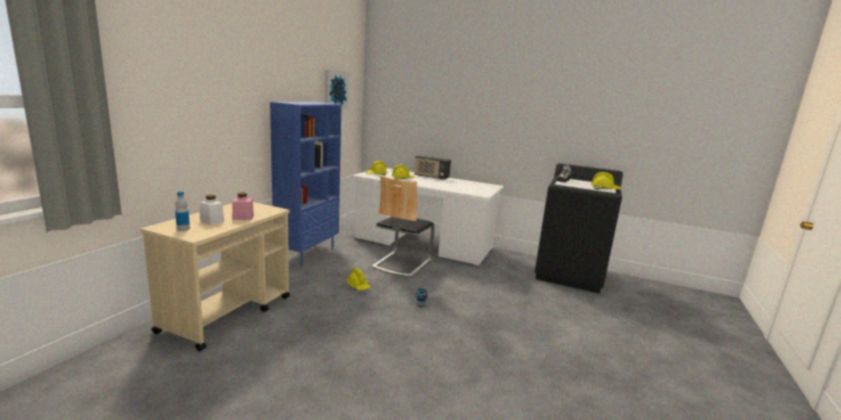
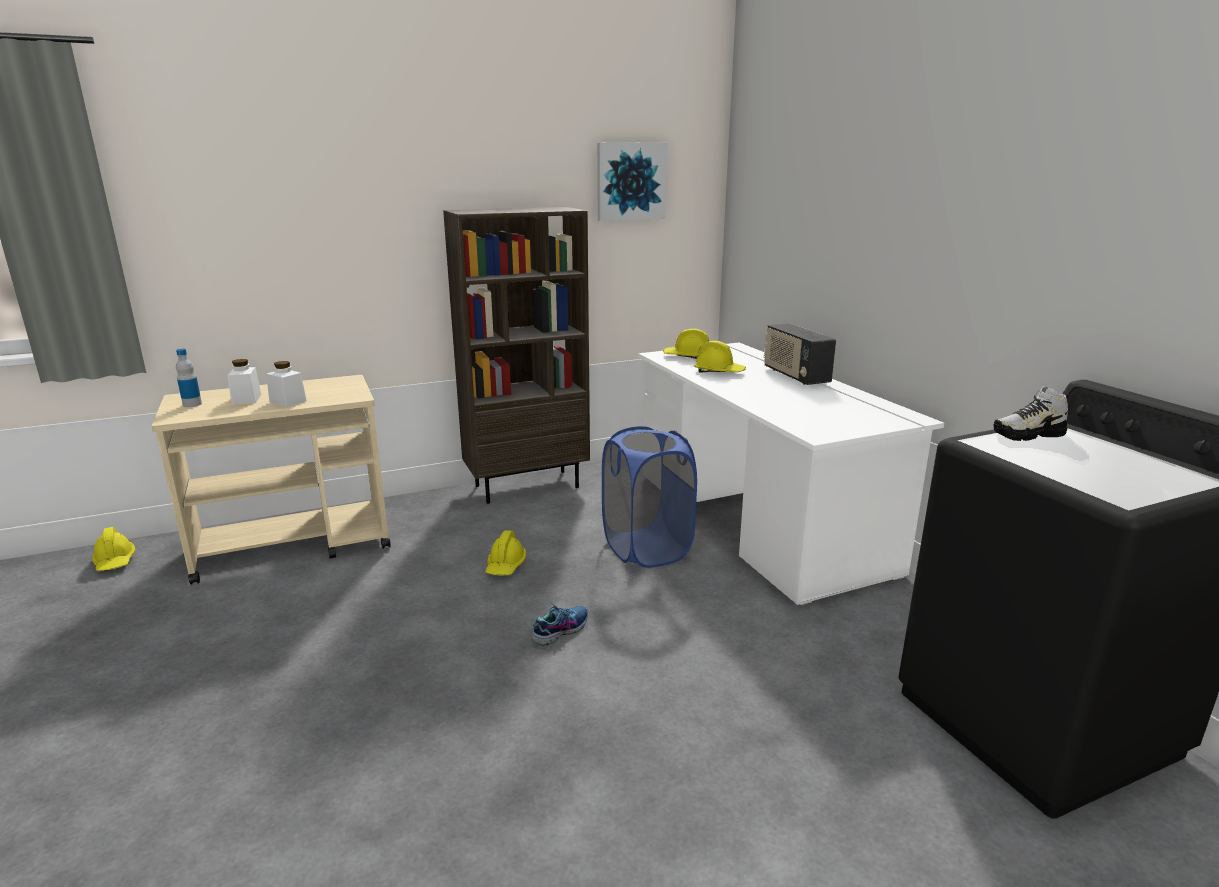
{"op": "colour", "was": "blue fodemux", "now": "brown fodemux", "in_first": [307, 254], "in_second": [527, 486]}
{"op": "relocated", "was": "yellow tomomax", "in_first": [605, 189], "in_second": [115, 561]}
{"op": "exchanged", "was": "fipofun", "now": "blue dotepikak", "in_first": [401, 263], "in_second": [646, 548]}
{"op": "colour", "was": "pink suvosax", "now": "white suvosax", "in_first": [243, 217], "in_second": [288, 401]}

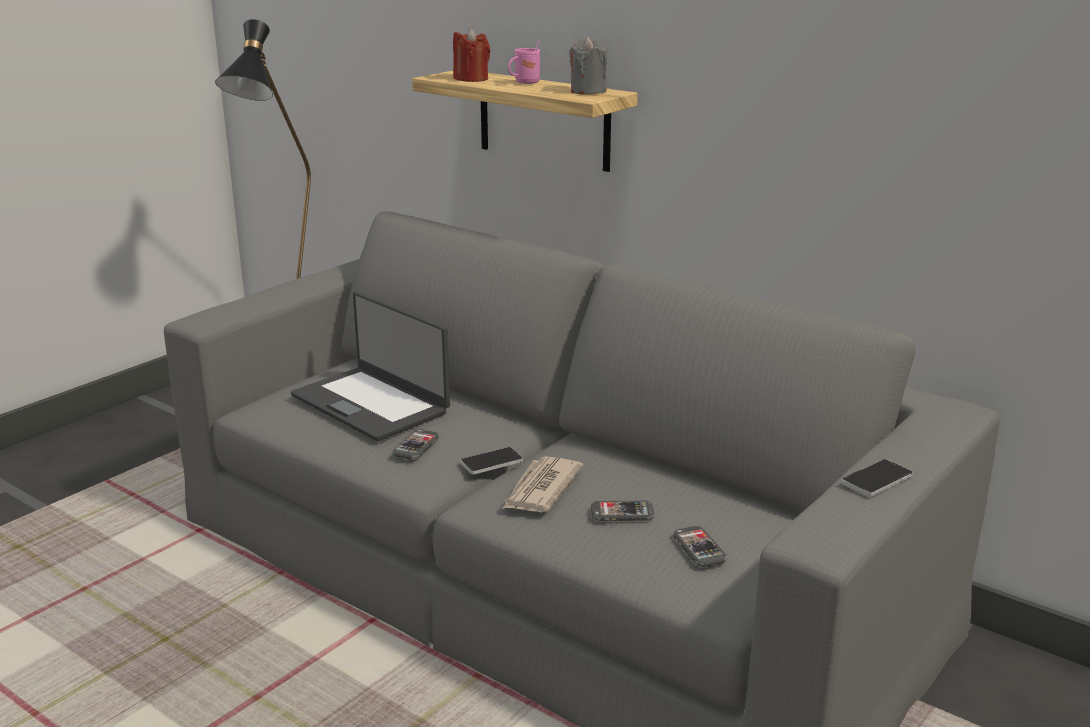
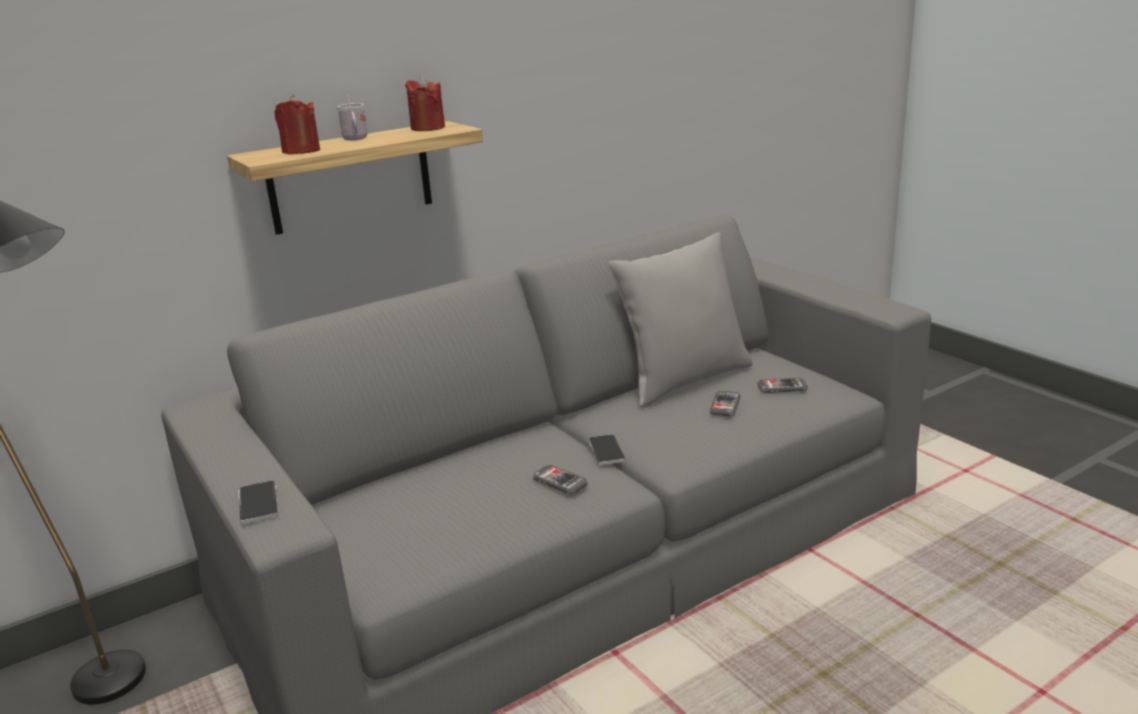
{"op": "colour", "was": "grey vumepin", "now": "red vumepin", "in_first": [588, 91], "in_second": [428, 128]}
{"op": "colour", "was": "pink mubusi", "now": "white mubusi", "in_first": [524, 83], "in_second": [355, 140]}
{"op": "missing", "was": "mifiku", "in_first": [371, 403]}
{"op": "missing", "was": "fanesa", "in_first": [540, 489]}
{"op": "relocated", "was": "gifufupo", "in_first": [877, 480], "in_second": [258, 504]}
{"op": "appeared", "now": "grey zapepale", "in_second": [684, 380]}

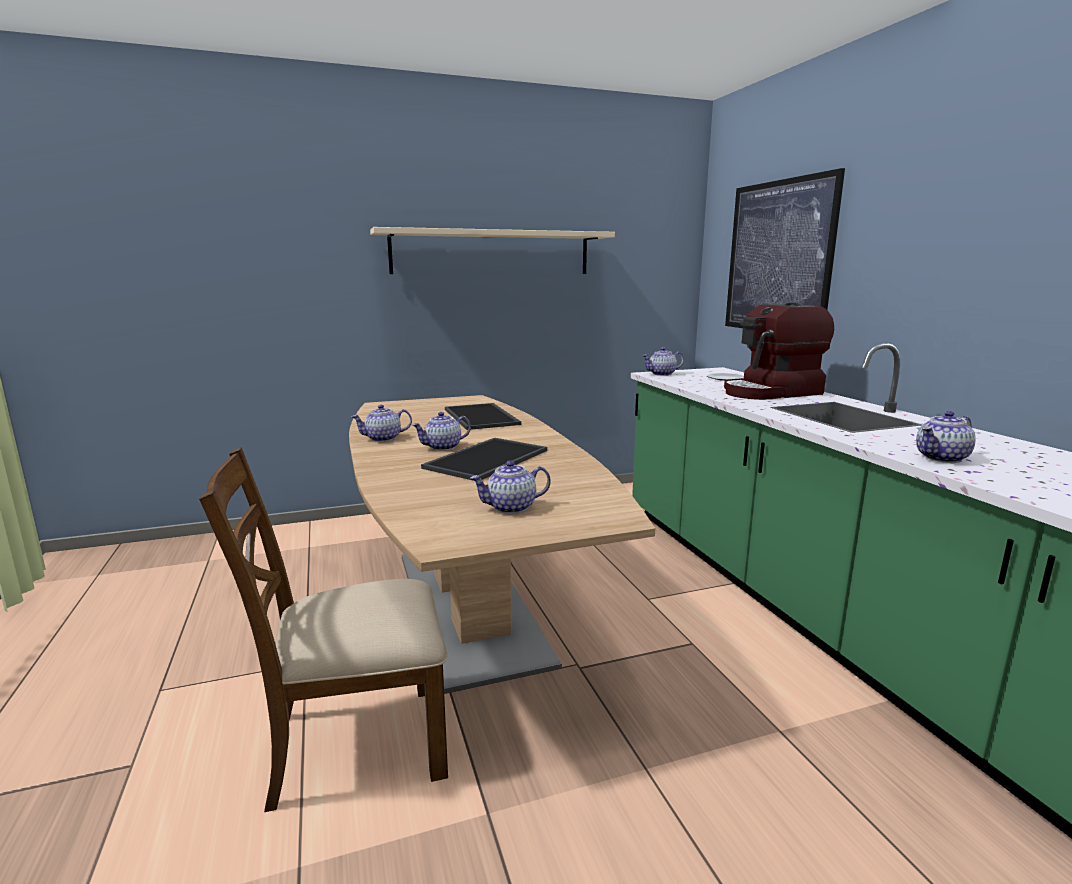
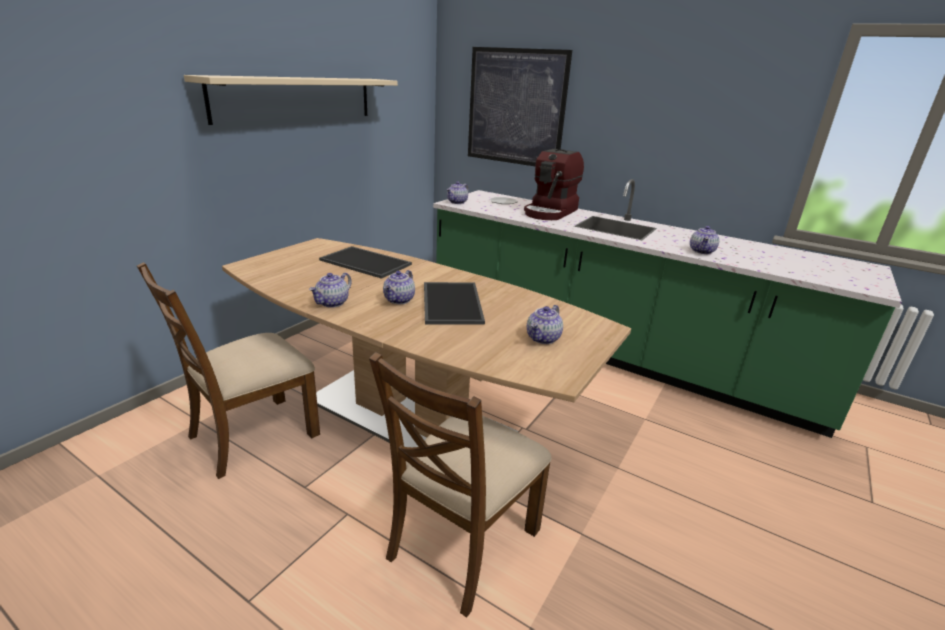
{"op": "appeared", "now": "brown fipofun", "in_second": [252, 435]}

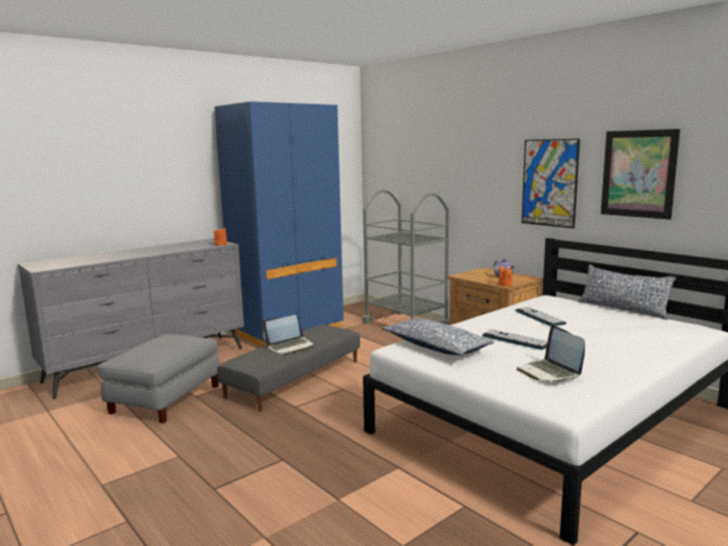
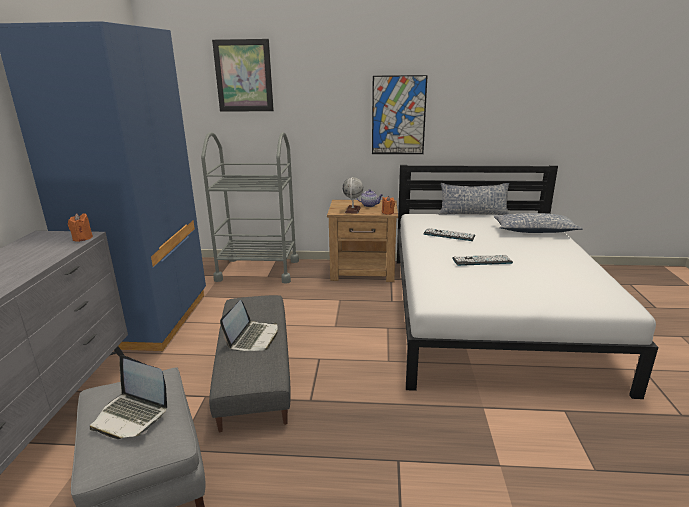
{"op": "relocated", "was": "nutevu", "in_first": [638, 174], "in_second": [243, 76]}
{"op": "relocated", "was": "zapepale", "in_first": [436, 347], "in_second": [534, 231]}
{"op": "relocated", "was": "mifiku", "in_first": [549, 372], "in_second": [131, 415]}
{"op": "appeared", "now": "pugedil", "in_second": [352, 210]}

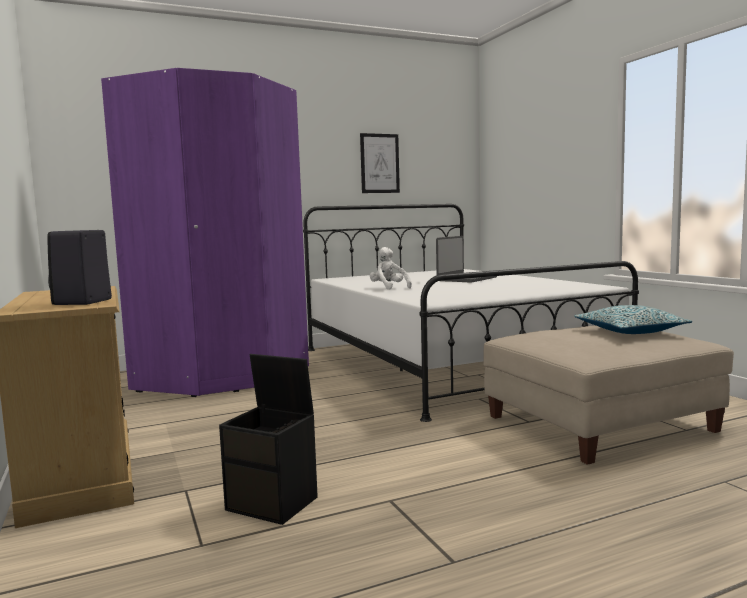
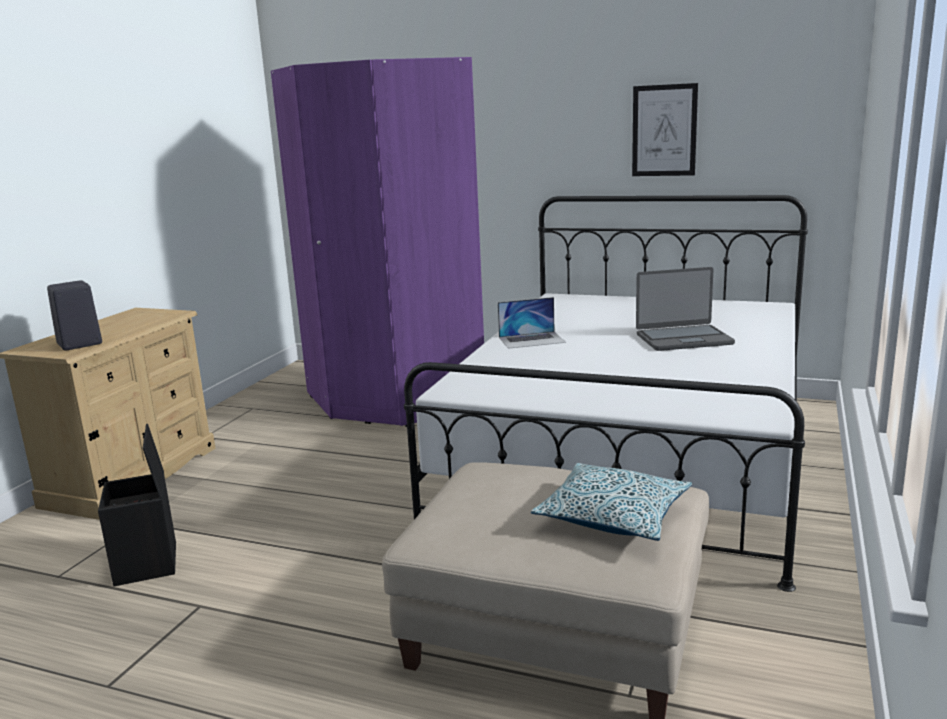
{"op": "exchanged", "was": "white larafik", "now": "mifiku", "in_first": [389, 288], "in_second": [532, 340]}

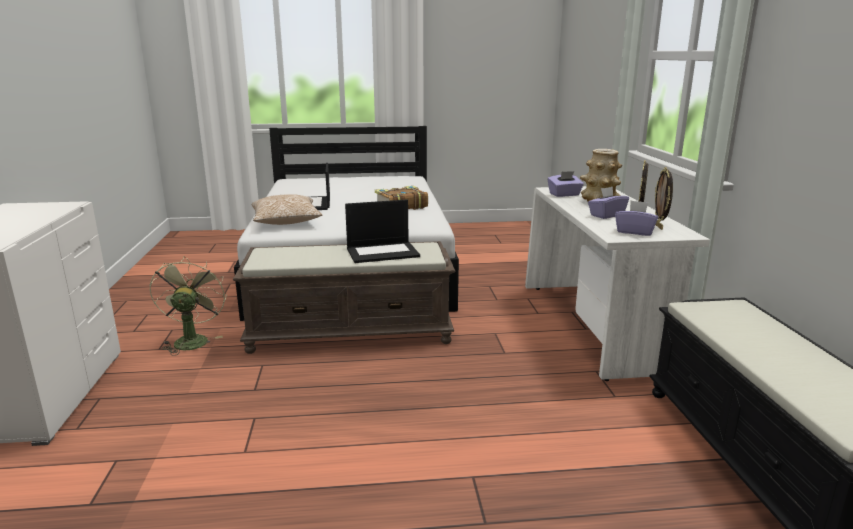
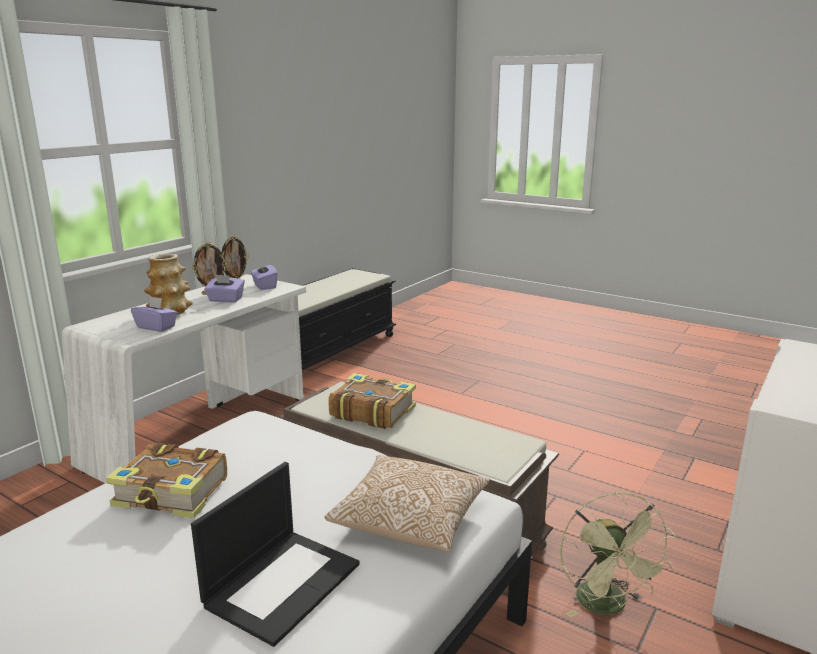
{"op": "exchanged", "was": "mifiku", "now": "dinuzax", "in_first": [383, 252], "in_second": [372, 411]}
{"op": "spun", "was": "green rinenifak", "in_first": [192, 340], "in_second": [607, 606], "clockwise": -45}

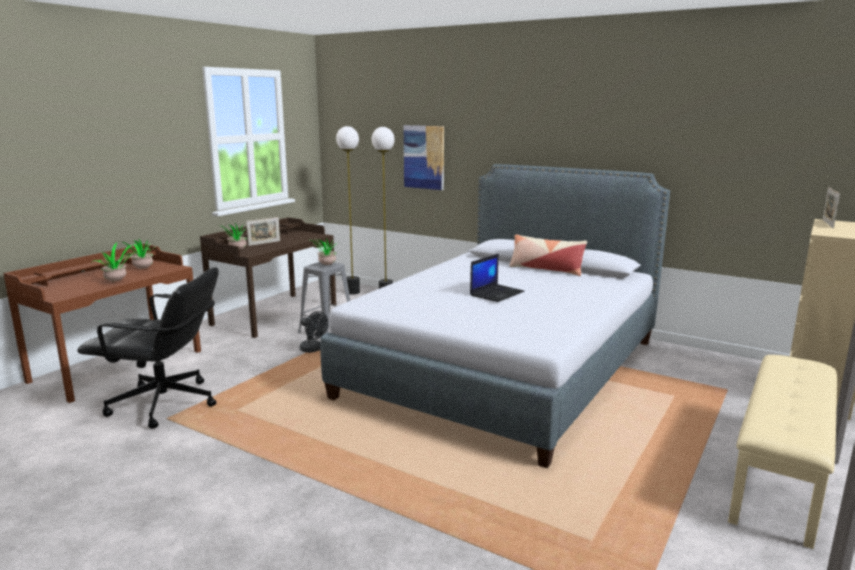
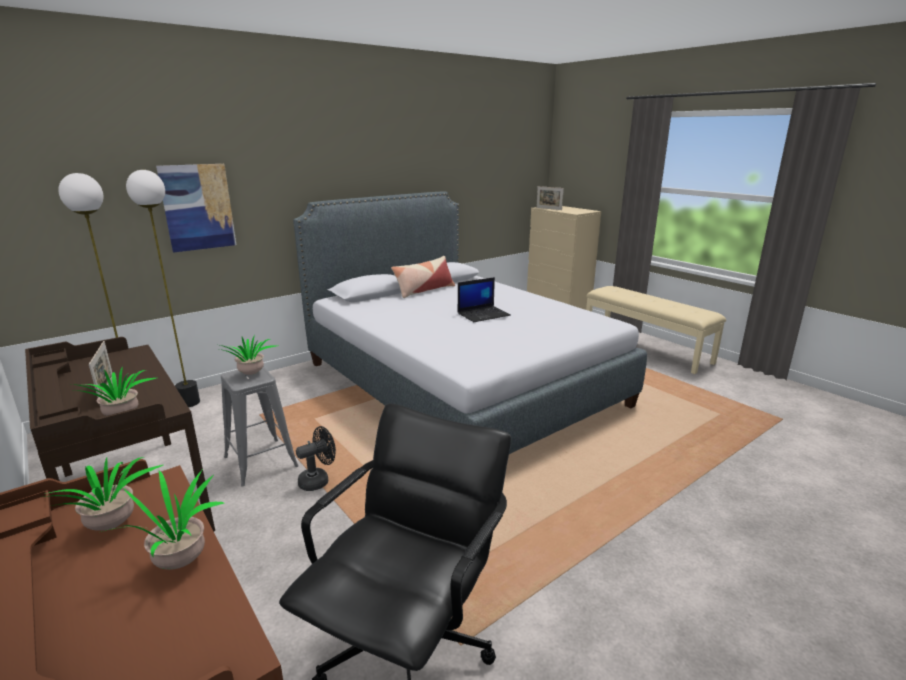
{"op": "spun", "was": "mifiku", "in_first": [497, 293], "in_second": [483, 314], "clockwise": 90}

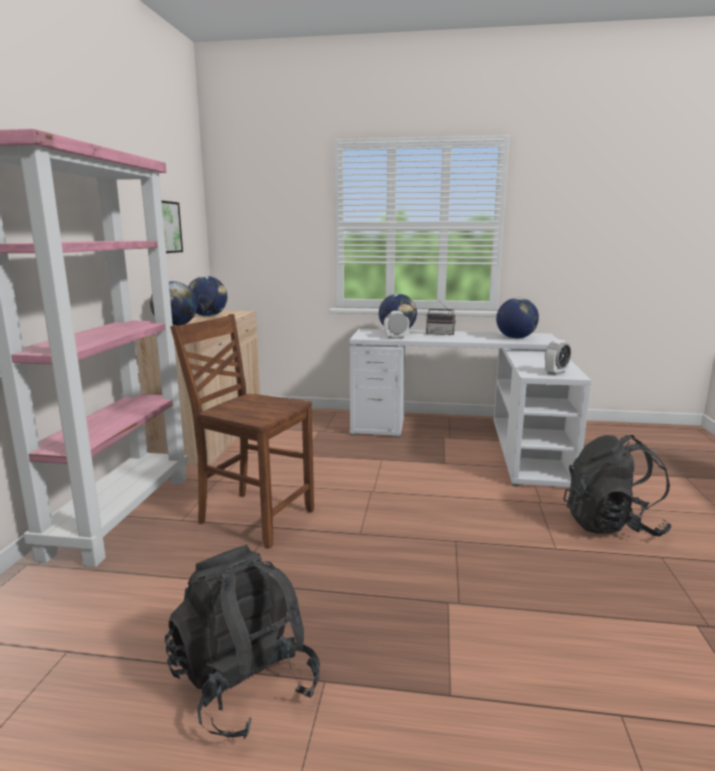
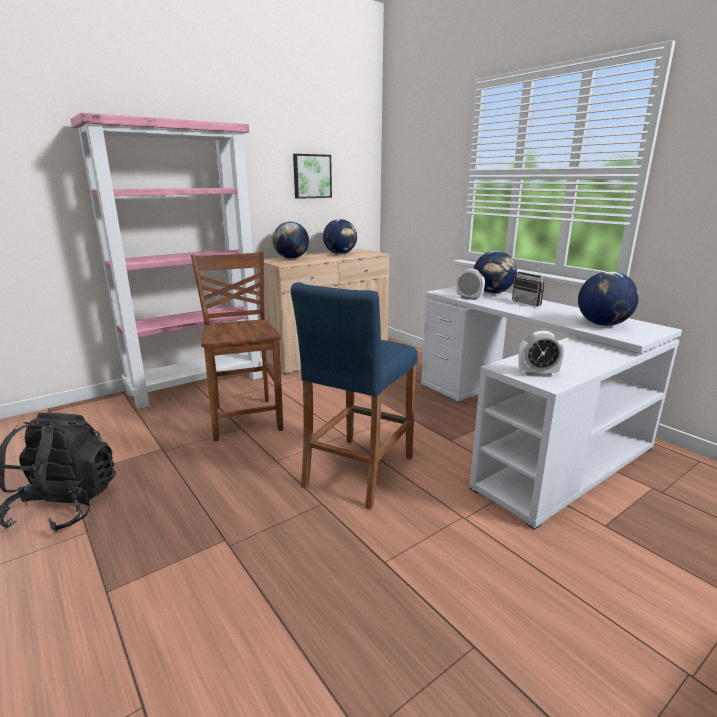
{"op": "missing", "was": "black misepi", "in_first": [611, 525]}
{"op": "appeared", "now": "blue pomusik", "in_second": [358, 471]}

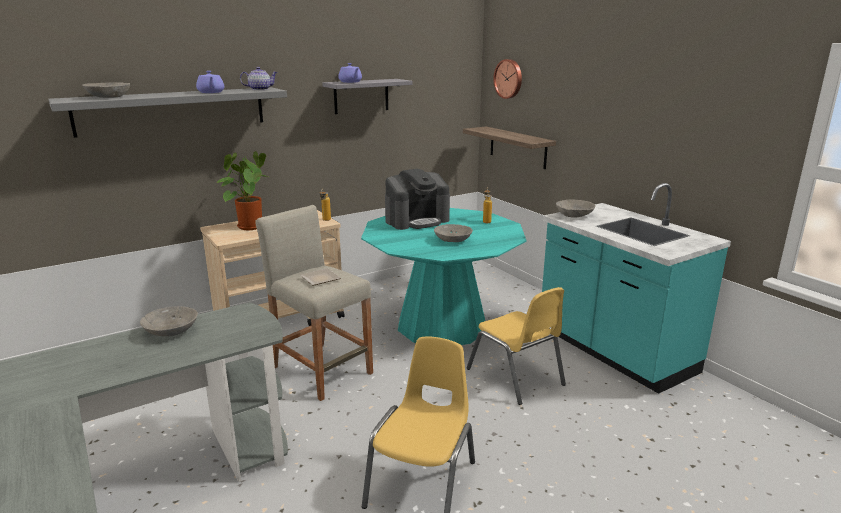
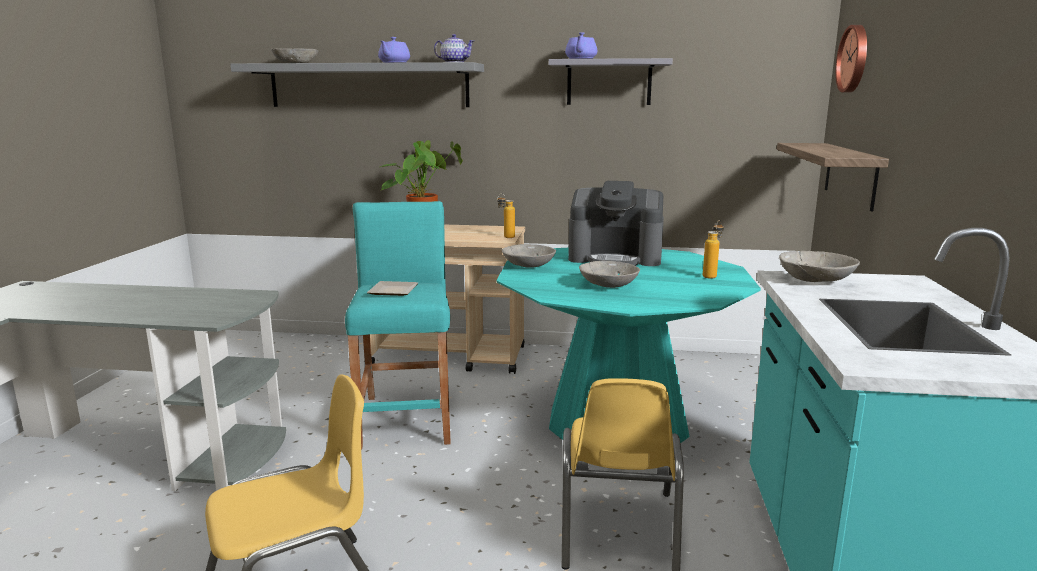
{"op": "colour", "was": "beige pomusik", "now": "turquoise pomusik", "in_first": [321, 370], "in_second": [406, 419]}
{"op": "relocated", "was": "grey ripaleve", "in_first": [172, 331], "in_second": [529, 266]}

